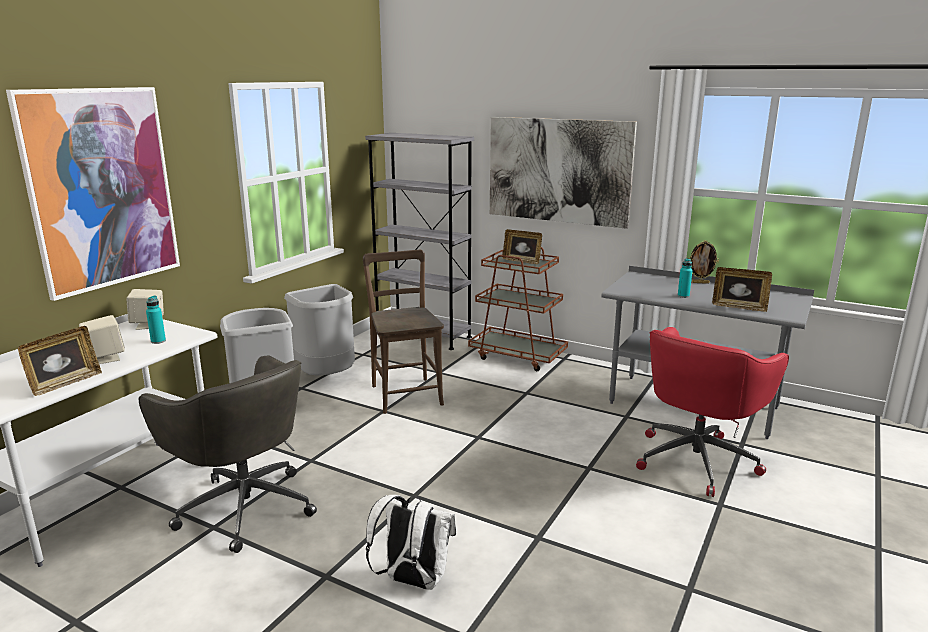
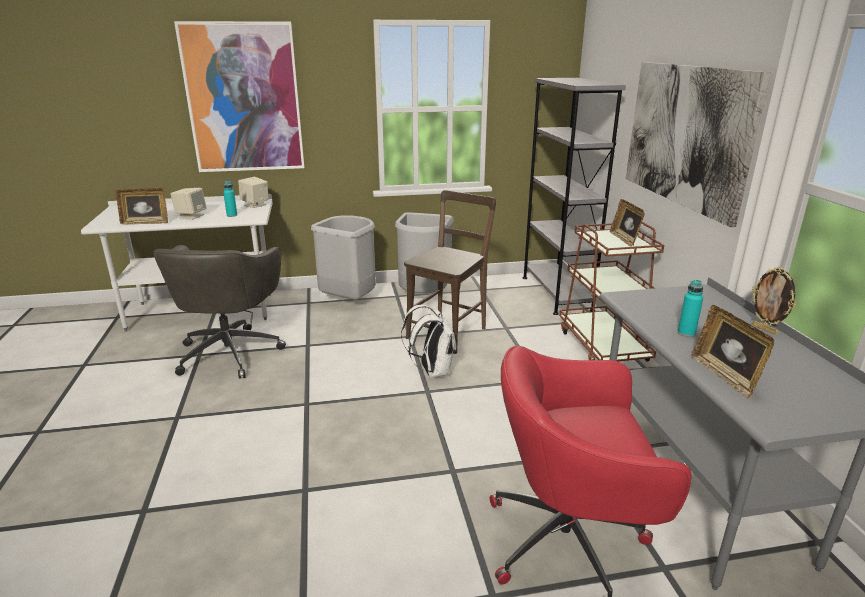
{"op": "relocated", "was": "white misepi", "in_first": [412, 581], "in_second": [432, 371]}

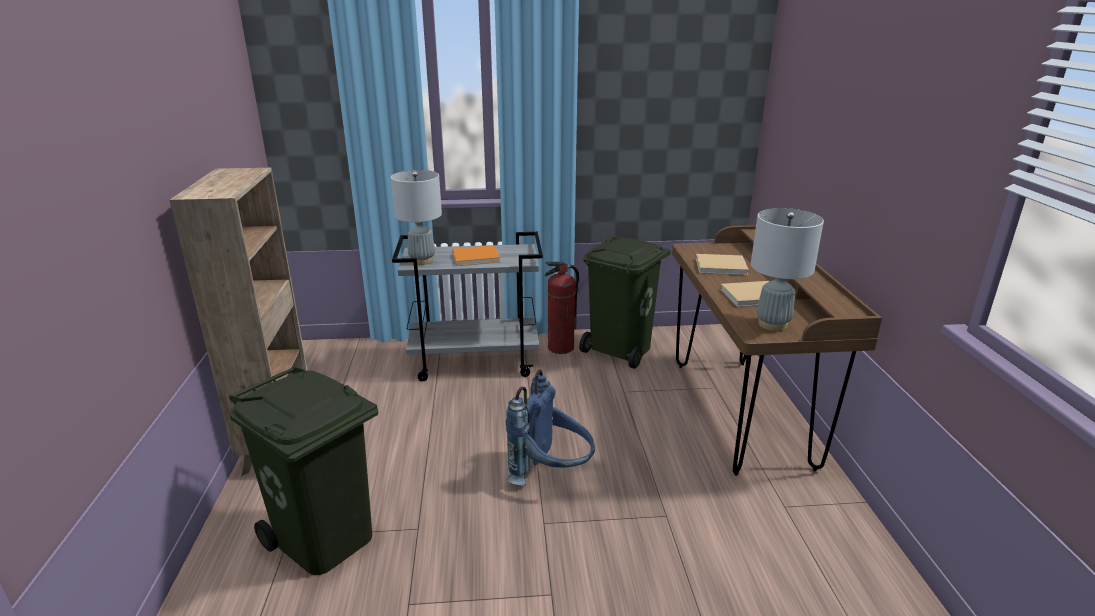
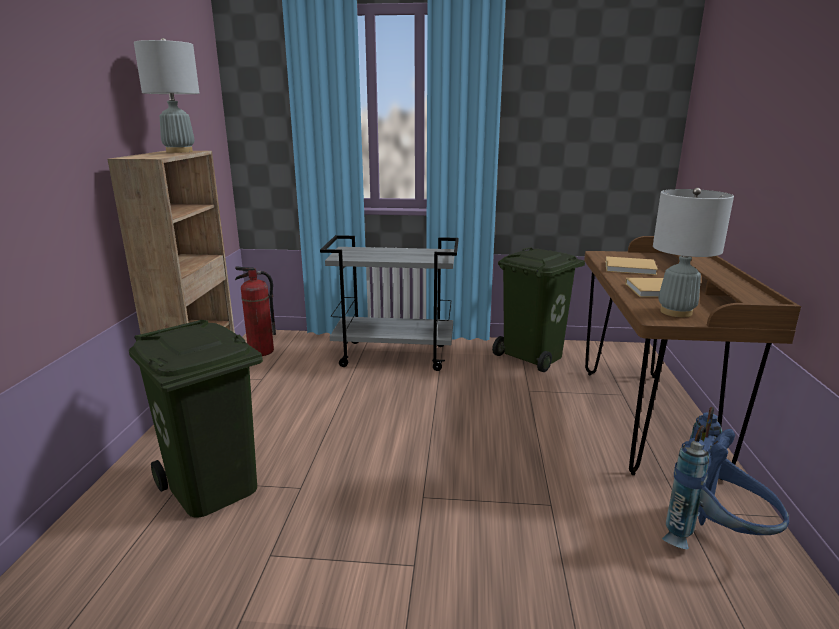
{"op": "relocated", "was": "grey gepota", "in_first": [422, 260], "in_second": [179, 151]}
{"op": "missing", "was": "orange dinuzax", "in_first": [477, 257]}
{"op": "relocated", "was": "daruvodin", "in_first": [561, 347], "in_second": [261, 351]}
{"op": "relocated", "was": "blue misepi", "in_first": [552, 475], "in_second": [716, 540]}

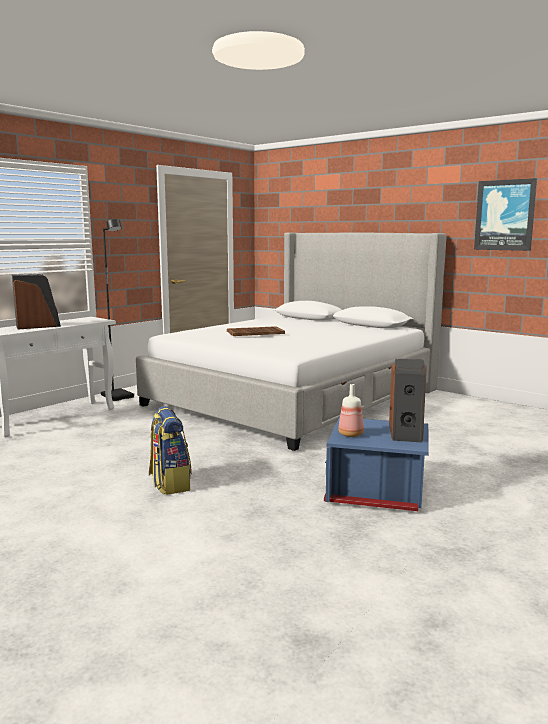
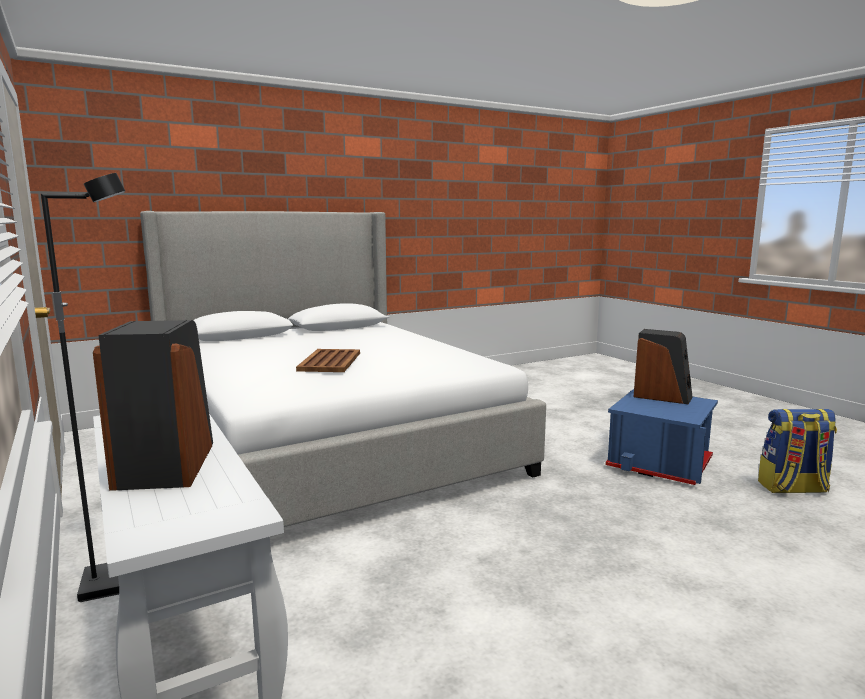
{"op": "missing", "was": "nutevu", "in_first": [505, 215]}
{"op": "missing", "was": "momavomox", "in_first": [351, 434]}
{"op": "relocated", "was": "misepi", "in_first": [169, 483], "in_second": [792, 488]}

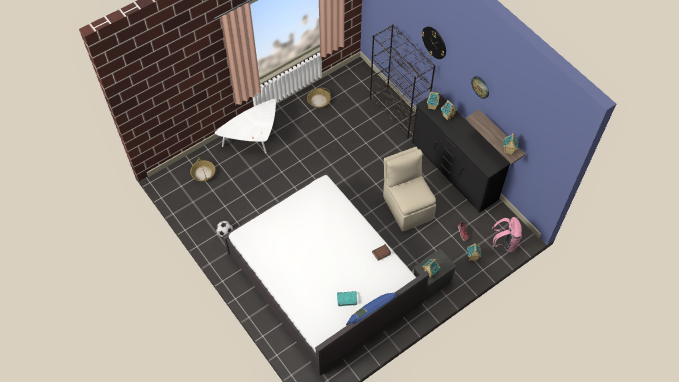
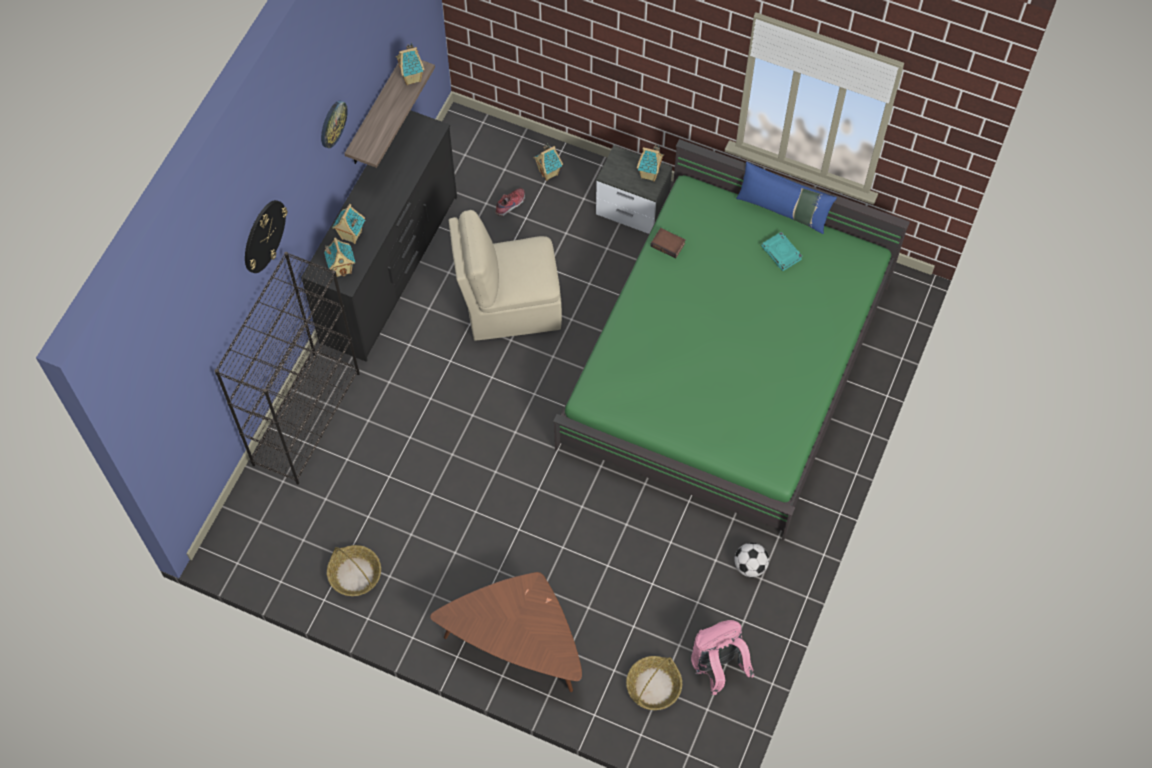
{"op": "colour", "was": "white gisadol", "now": "brown gisadol", "in_first": [253, 138], "in_second": [517, 643]}
{"op": "spun", "was": "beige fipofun", "in_first": [407, 206], "in_second": [509, 306], "clockwise": 45}
{"op": "colour", "was": "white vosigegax", "now": "green vosigegax", "in_first": [323, 277], "in_second": [727, 363]}
{"op": "relocated", "was": "pink misepi", "in_first": [505, 243], "in_second": [717, 666]}

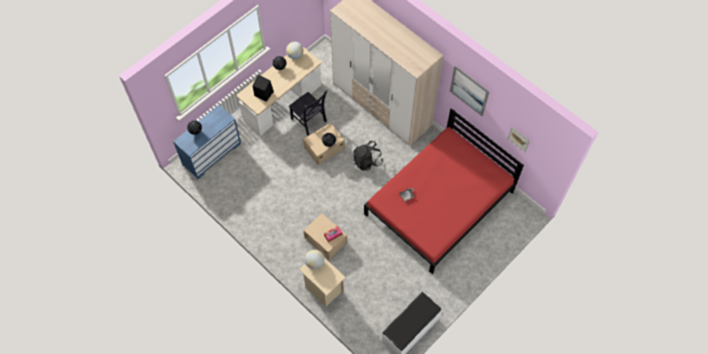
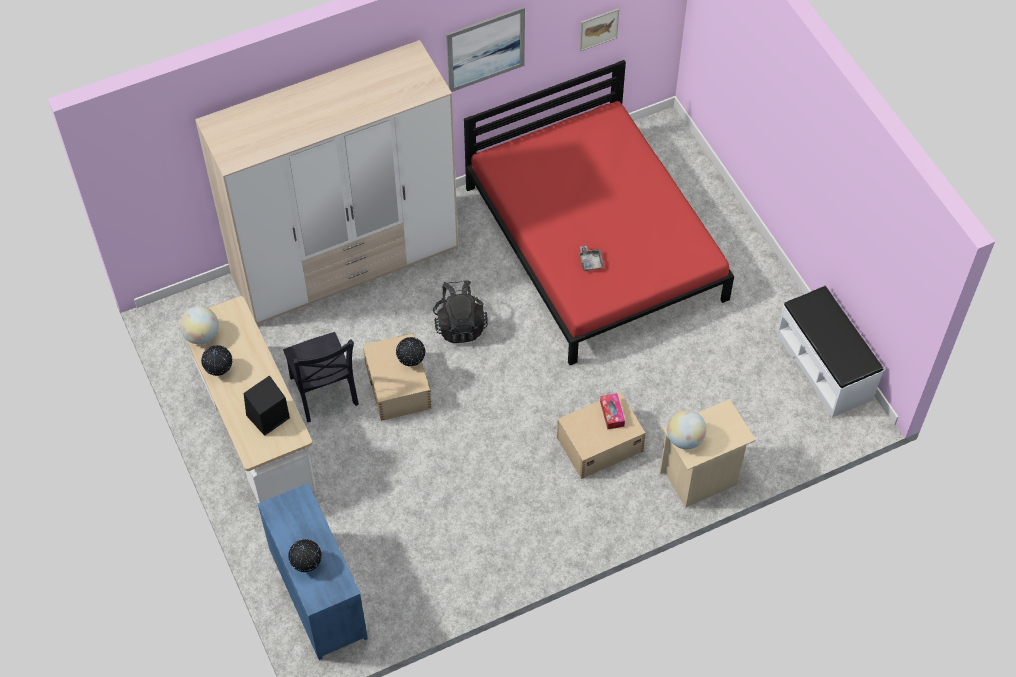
{"op": "spun", "was": "black fipofun", "in_first": [309, 121], "in_second": [324, 393], "clockwise": 90}

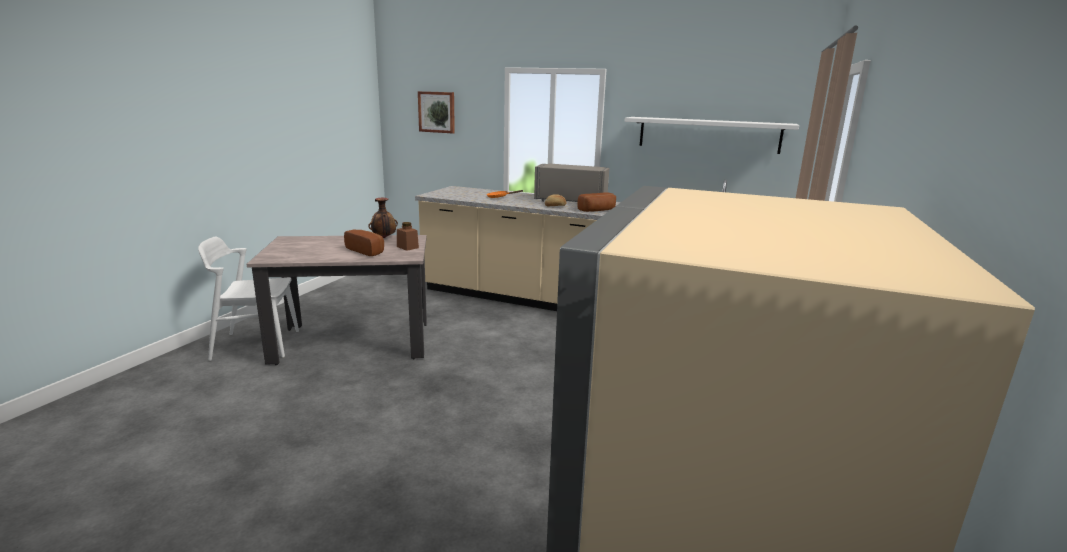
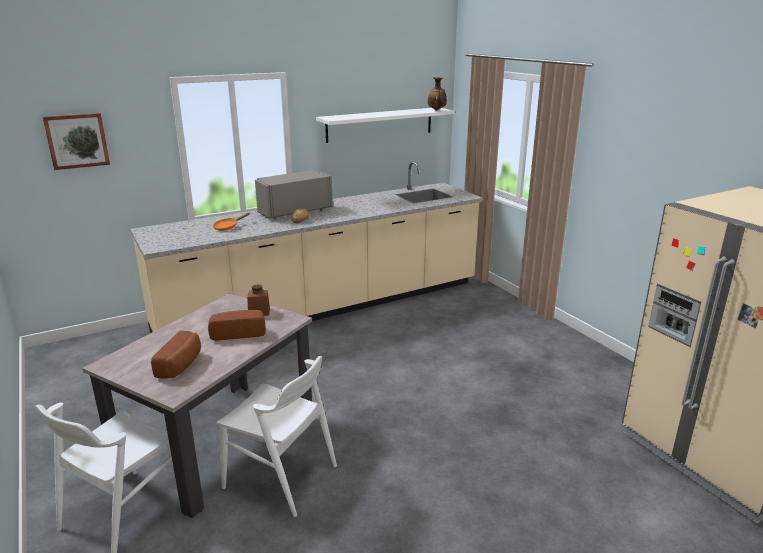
{"op": "relocated", "was": "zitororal", "in_first": [598, 210], "in_second": [182, 365]}
{"op": "relocated", "was": "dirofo", "in_first": [384, 238], "in_second": [437, 110]}
{"op": "appeared", "now": "white fipofun", "in_second": [281, 477]}

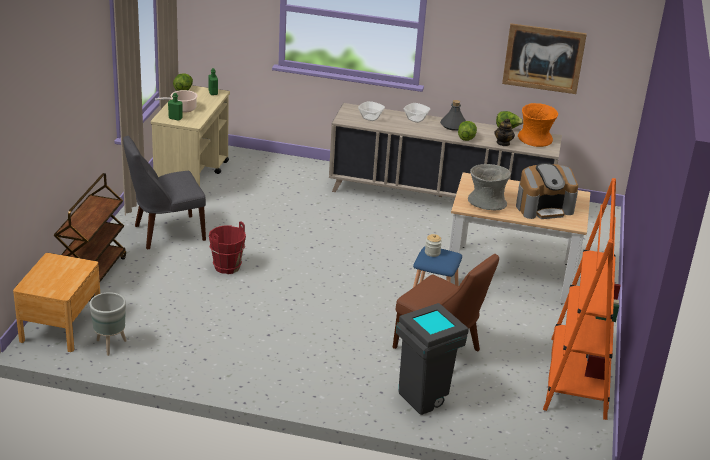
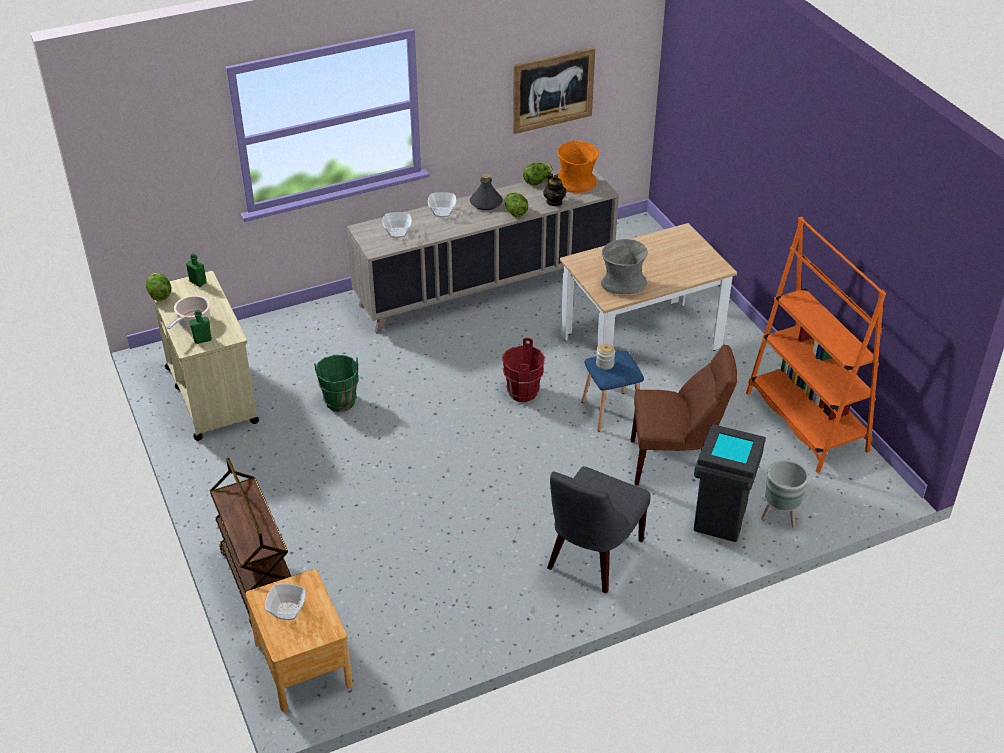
{"op": "relocated", "was": "grey fipofun", "in_first": [166, 233], "in_second": [592, 557]}
{"op": "missing", "was": "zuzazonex", "in_first": [544, 208]}
{"op": "relocated", "was": "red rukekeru", "in_first": [227, 267], "in_second": [522, 392]}
{"op": "relocated", "was": "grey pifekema", "in_first": [110, 345], "in_second": [779, 516]}
{"op": "appeared", "now": "green rukekeru", "in_second": [340, 402]}
{"op": "appeared", "now": "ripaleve", "in_second": [286, 611]}

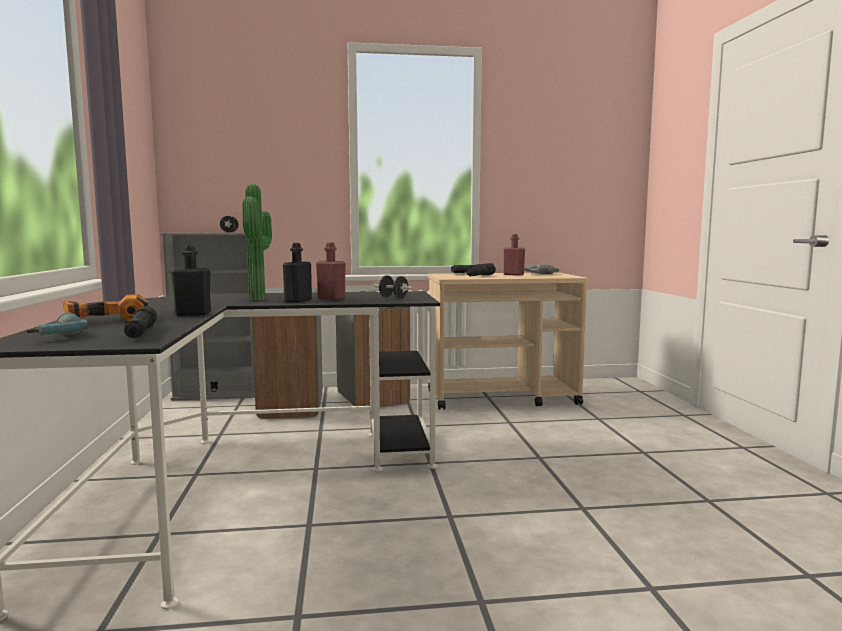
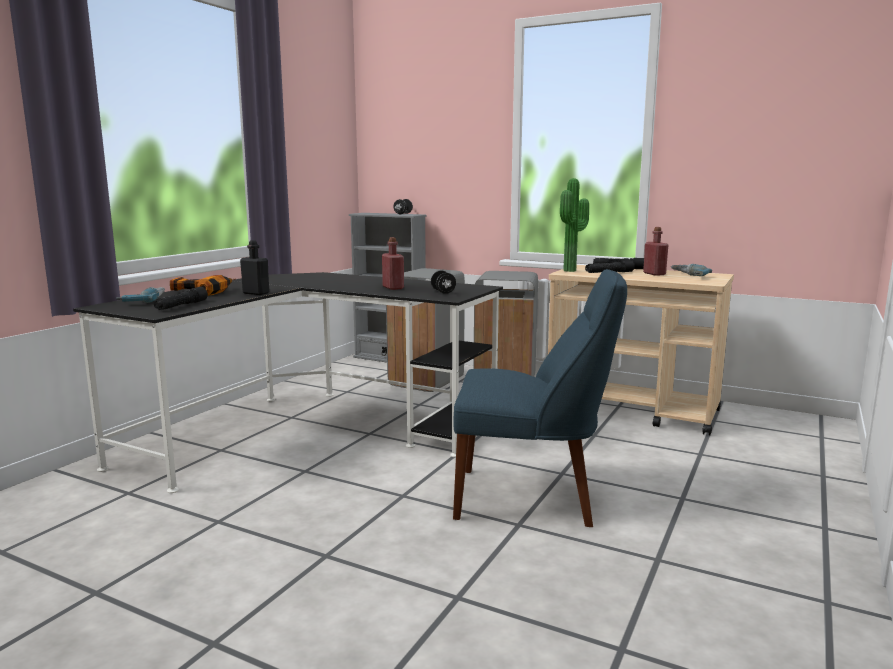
{"op": "relocated", "was": "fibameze", "in_first": [260, 299], "in_second": [572, 271]}
{"op": "missing", "was": "black momavomox", "in_first": [298, 301]}
{"op": "appeared", "now": "blue fipofun", "in_second": [532, 498]}

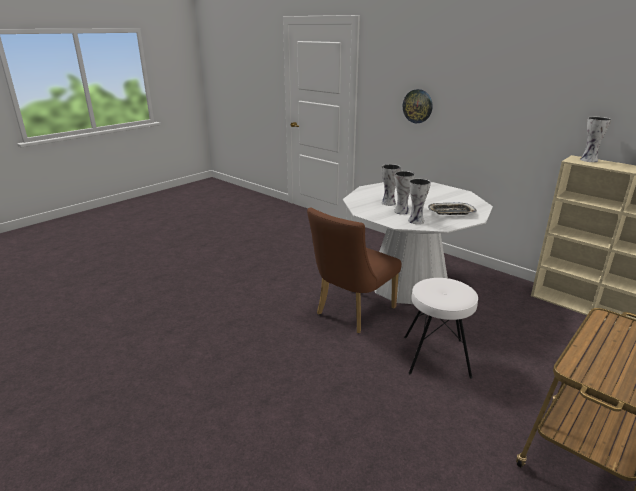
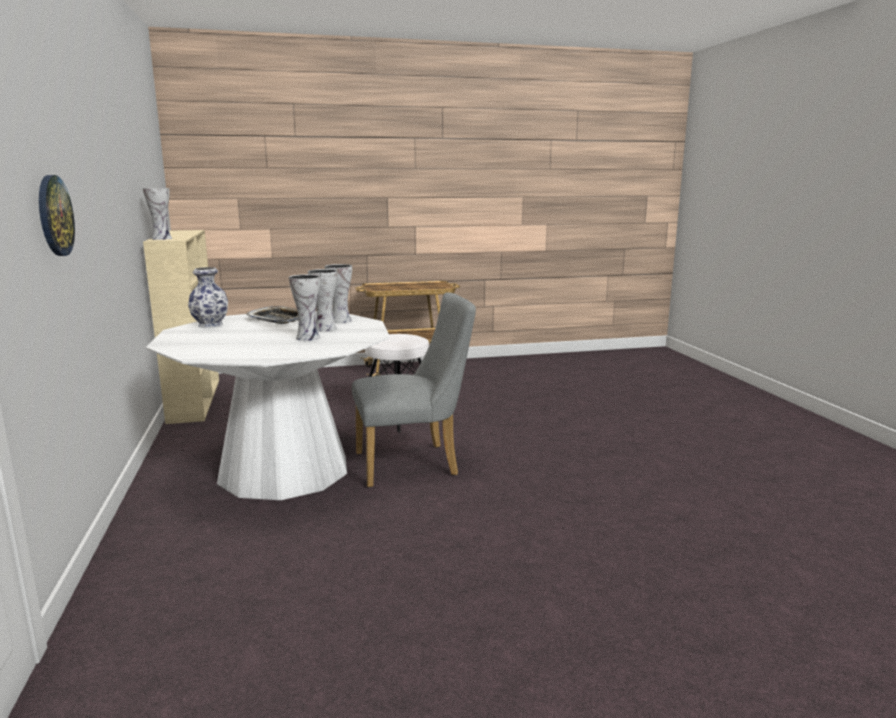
{"op": "colour", "was": "brown fipofun", "now": "grey fipofun", "in_first": [351, 313], "in_second": [414, 464]}
{"op": "appeared", "now": "dirofo", "in_second": [211, 325]}

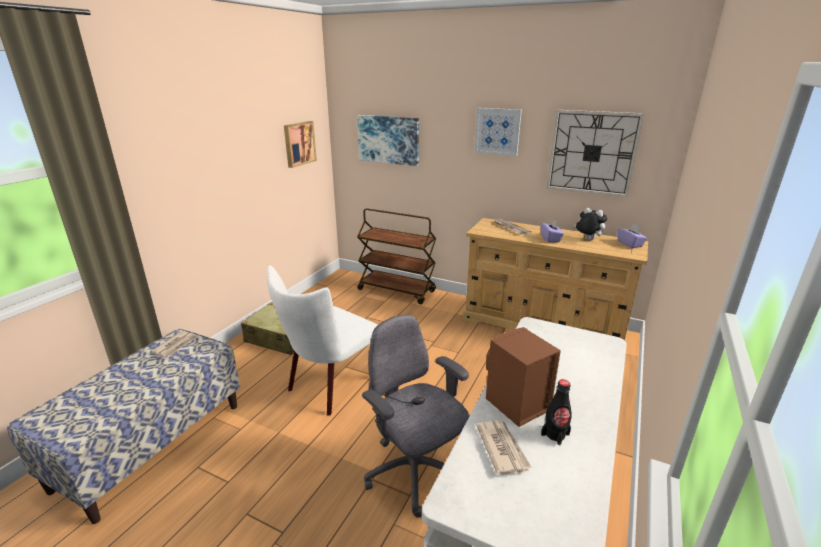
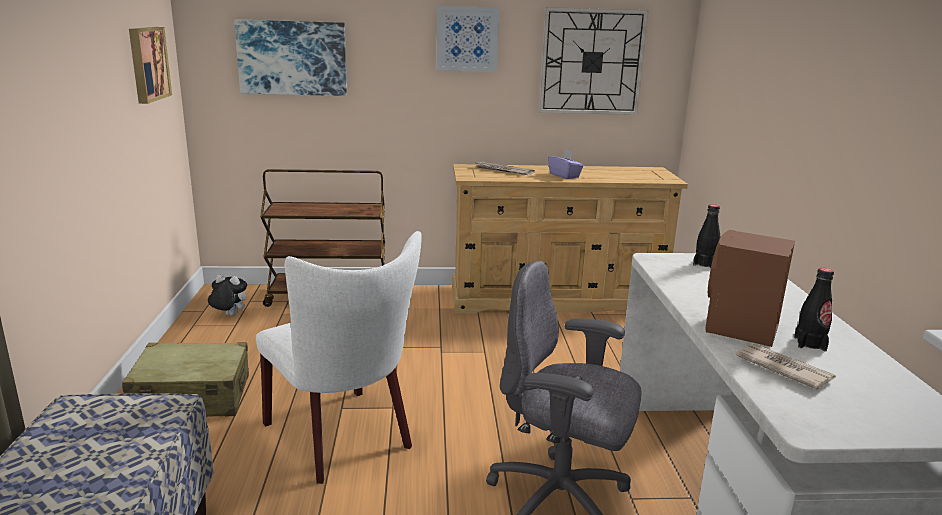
{"op": "relocated", "was": "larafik", "in_first": [587, 239], "in_second": [229, 315]}
{"op": "missing", "was": "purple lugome", "in_first": [630, 244]}
{"op": "spun", "was": "white fipofun", "in_first": [331, 386], "in_second": [343, 439], "clockwise": -45}
{"op": "missing", "was": "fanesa", "in_first": [176, 345]}
{"op": "appeared", "now": "black momavomox", "in_second": [705, 264]}

